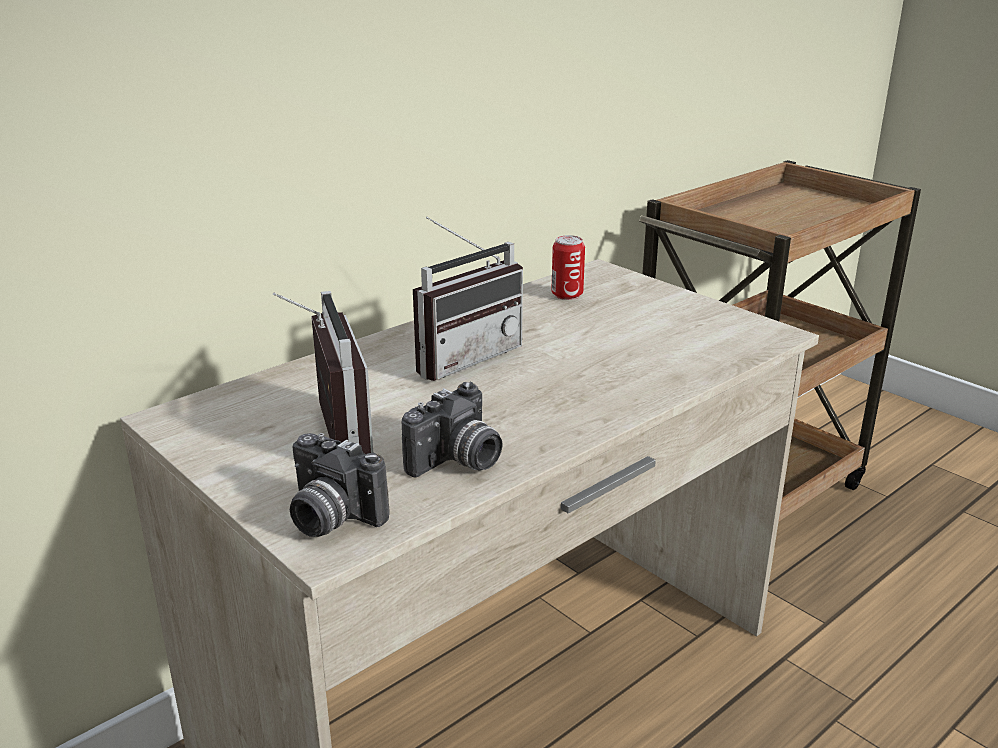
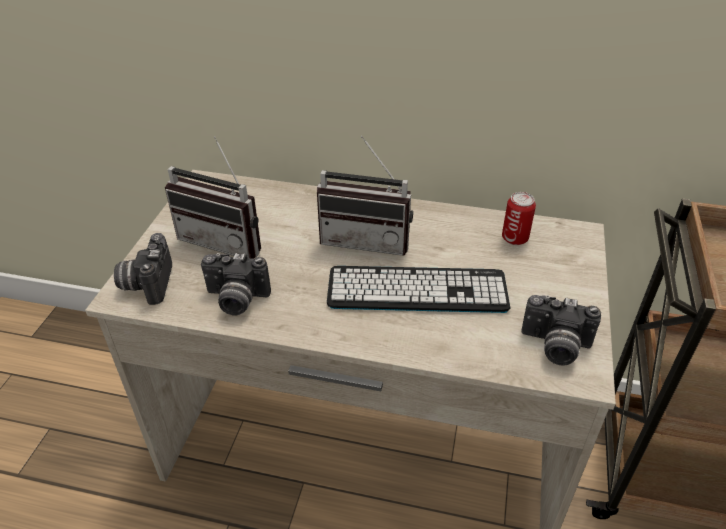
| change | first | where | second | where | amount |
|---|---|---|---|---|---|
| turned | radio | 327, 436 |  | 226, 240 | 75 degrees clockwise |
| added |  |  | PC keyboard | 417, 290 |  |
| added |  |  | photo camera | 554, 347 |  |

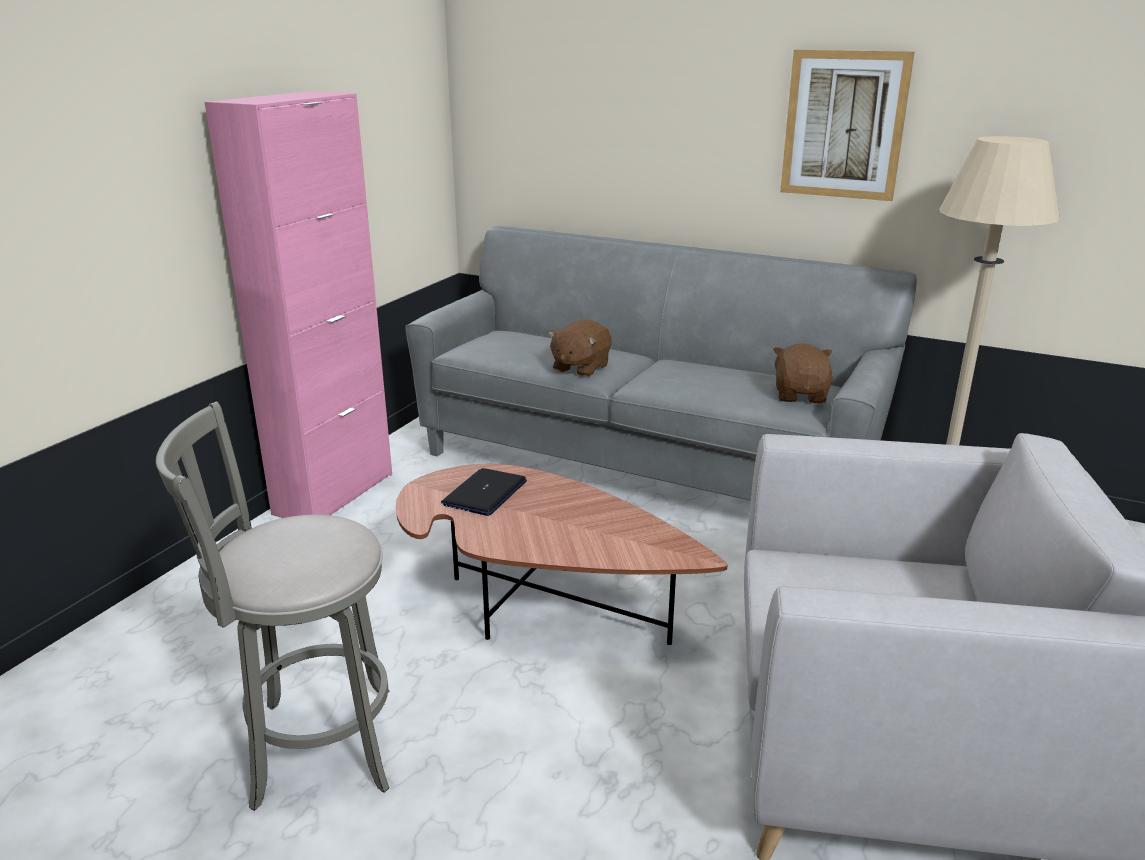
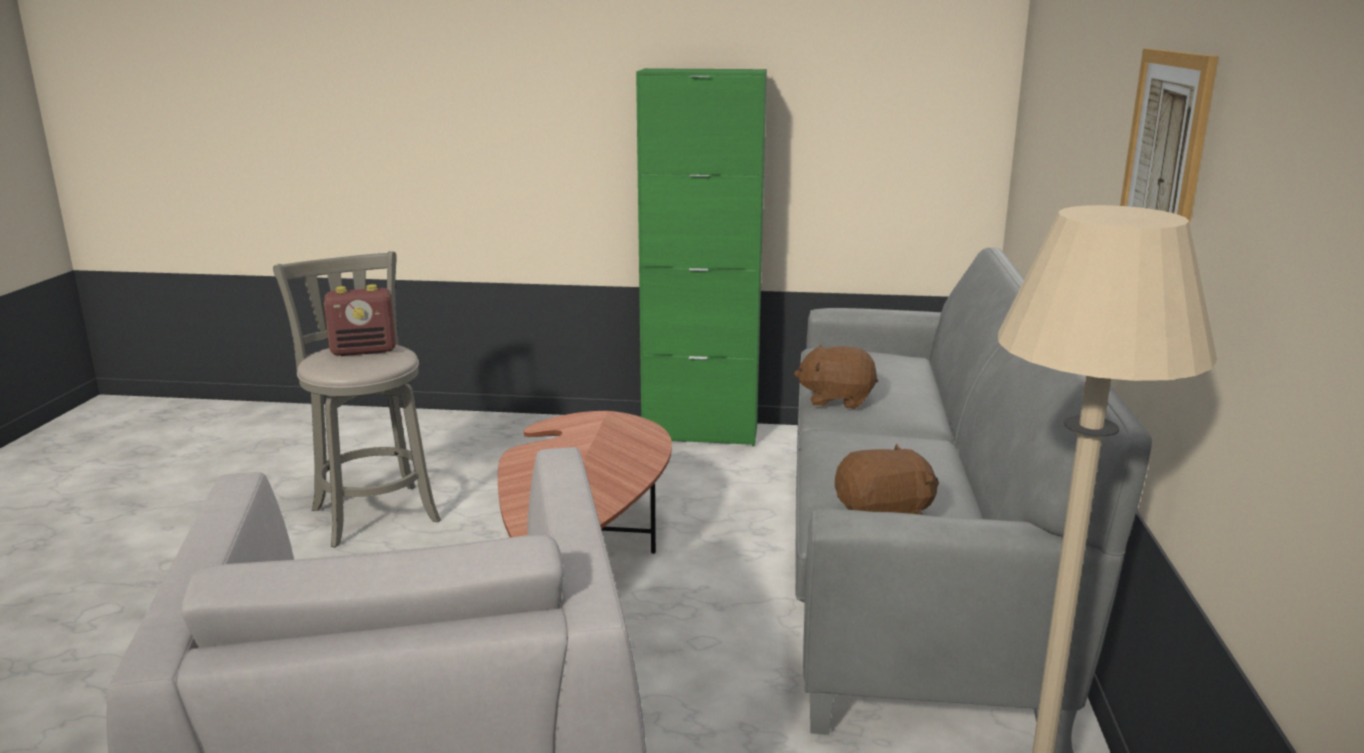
| change | first | where | second | where | amount |
|---|---|---|---|---|---|
| recoloured | pink-coloured cabinet | 334, 494 | greenish cabinet | 700, 433 |  |
| removed | notebook computer | 485, 493 |  |  |  |
| added |  |  | radio | 364, 351 |  |

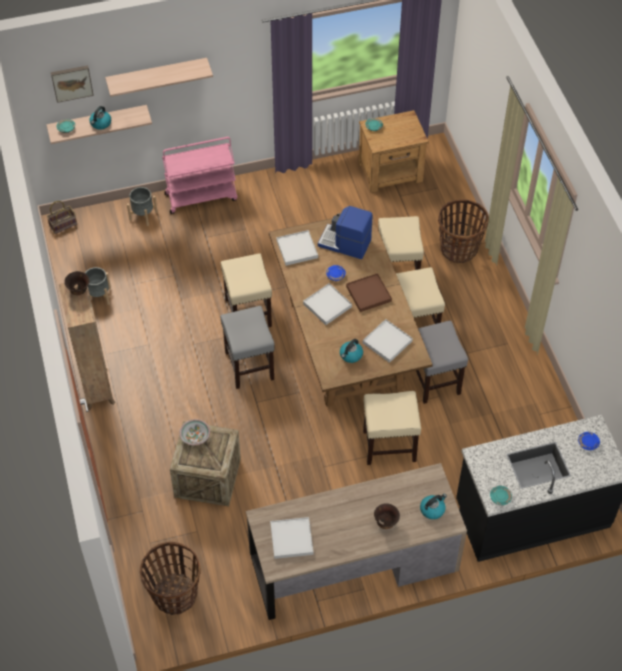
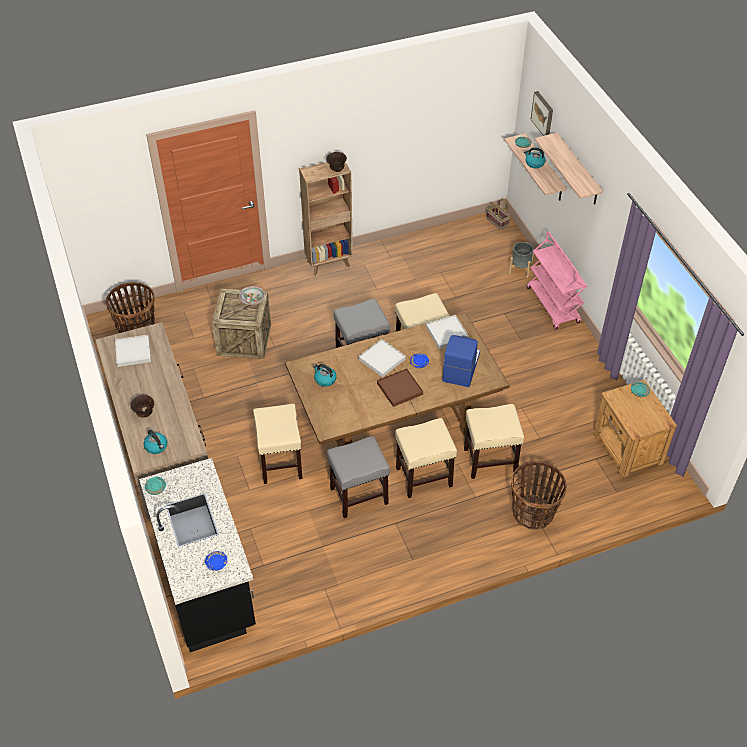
| change | first | where | second | where | amount |
|---|---|---|---|---|---|
| removed | grey flower pot | 98, 296 |  |  |  |
| removed | white-coloured carrying tray | 387, 342 |  |  |  |

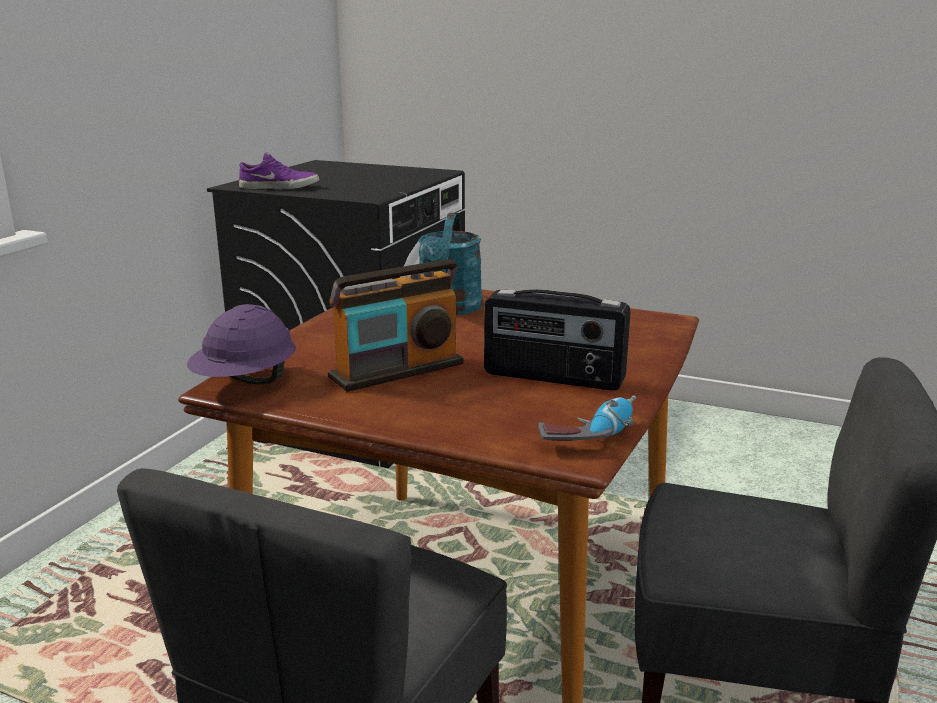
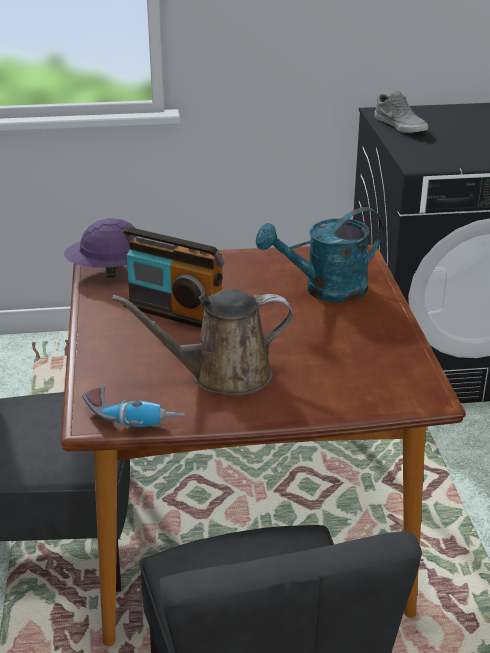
| change | first | where | second | where | amount |
|---|---|---|---|---|---|
| recoloured | purple-coloured shoe | 280, 187 | grey shoe | 401, 125 |  |
| replaced | radio | 553, 378 | brownish watering pot | 222, 375 |  |

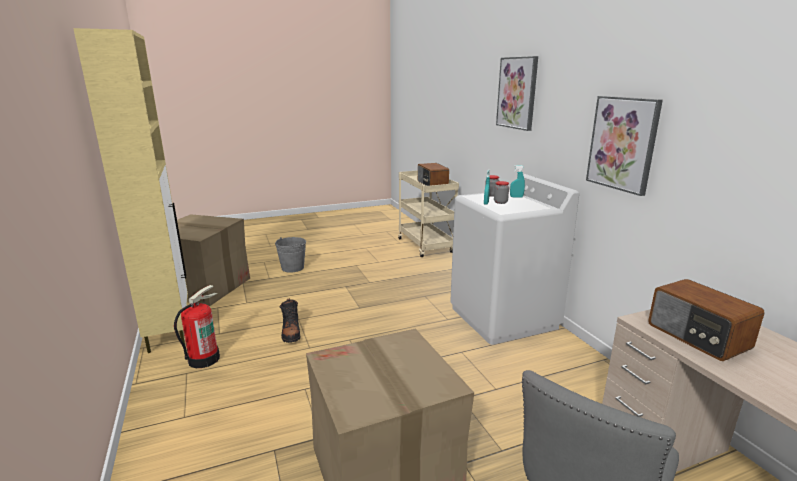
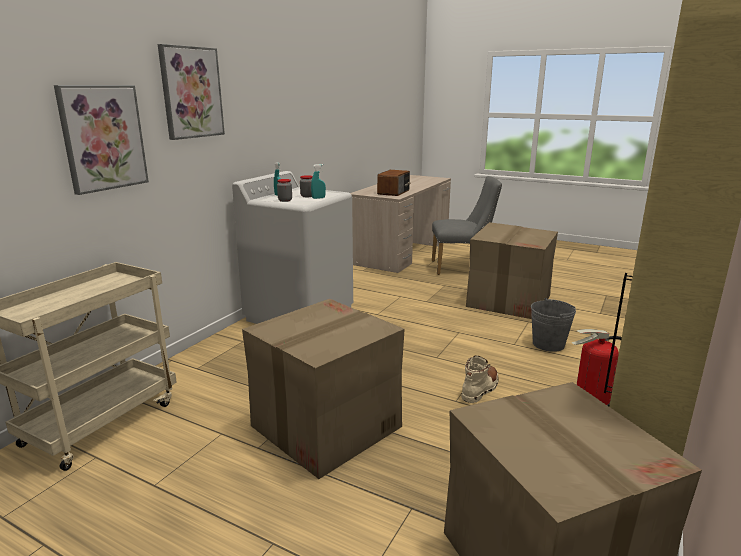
| change | first | where | second | where | amount |
|---|---|---|---|---|---|
| moved | wall picture | 622, 143 |  | 103, 138 |  |
| removed | radio | 432, 184 |  |  |  |
| moved | grey water bucket | 292, 268 |  | 548, 344 |  |
| recoloured | blackish high-top boot | 291, 333 | beige high-top boot | 480, 389 |  |
| added |  |  | carton | 325, 426 |  |

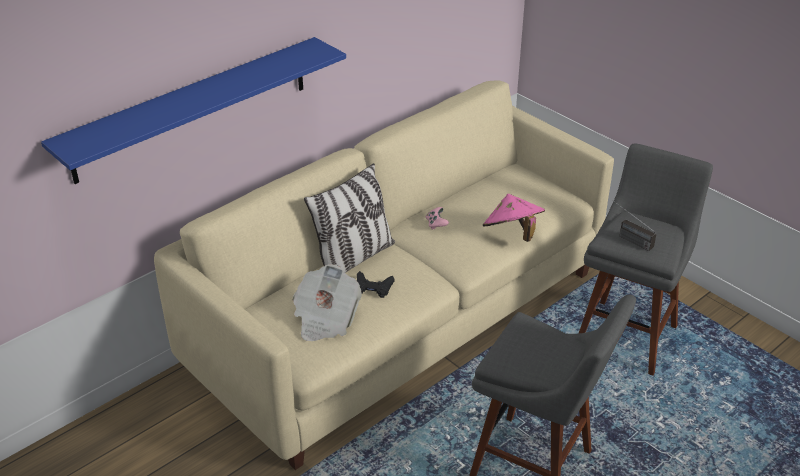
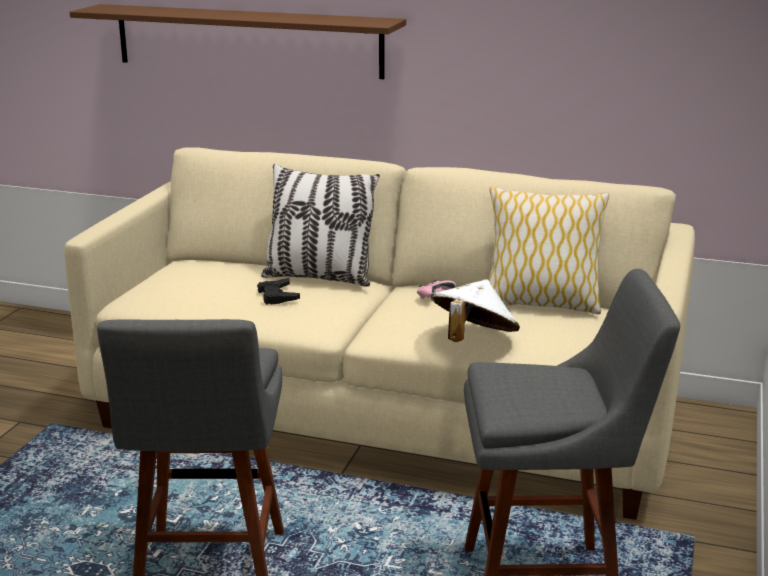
| change | first | where | second | where | amount |
|---|---|---|---|---|---|
| recoloured | bluish shelf | 192, 109 | brownish shelf | 247, 40 |  |
| recoloured | pink-coloured clothing hat | 512, 234 | white-coloured clothing hat | 473, 340 |  |
| removed | radio | 627, 238 |  |  |  |
| removed | daily paper | 325, 318 |  |  |  |
| added |  |  | throw pillow | 541, 304 |  |

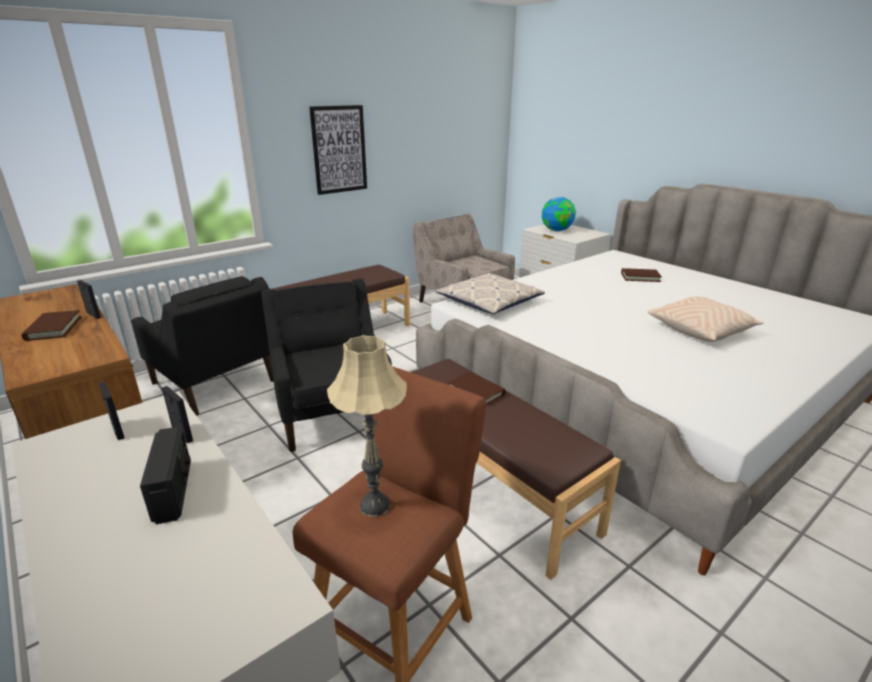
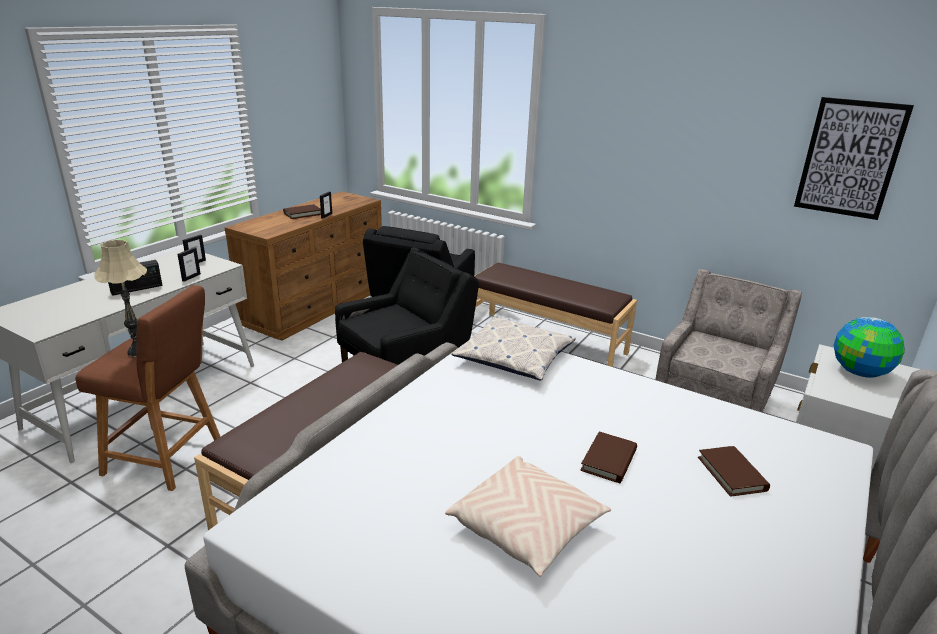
| change | first | where | second | where | amount |
|---|---|---|---|---|---|
| moved | wall picture | 339, 150 |  | 850, 158 |  |
| moved | brownish bound book | 476, 391 |  | 609, 460 |  |

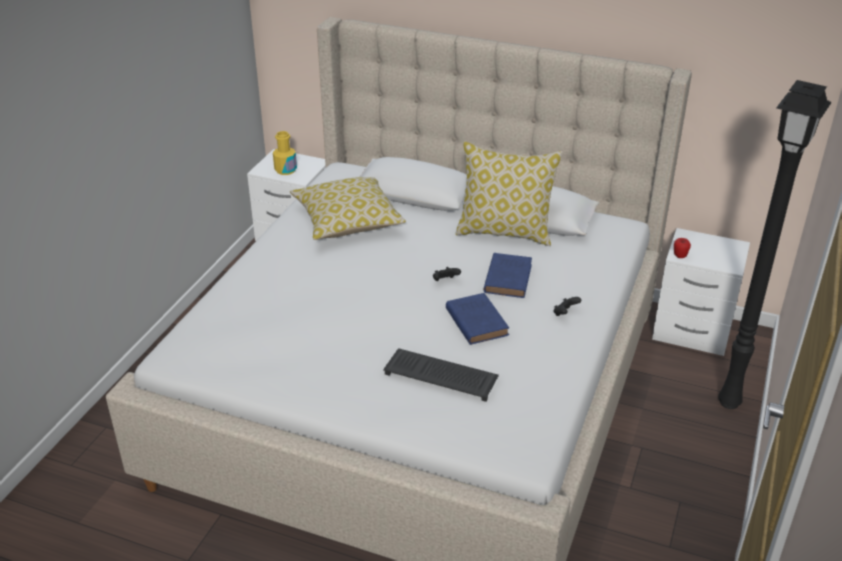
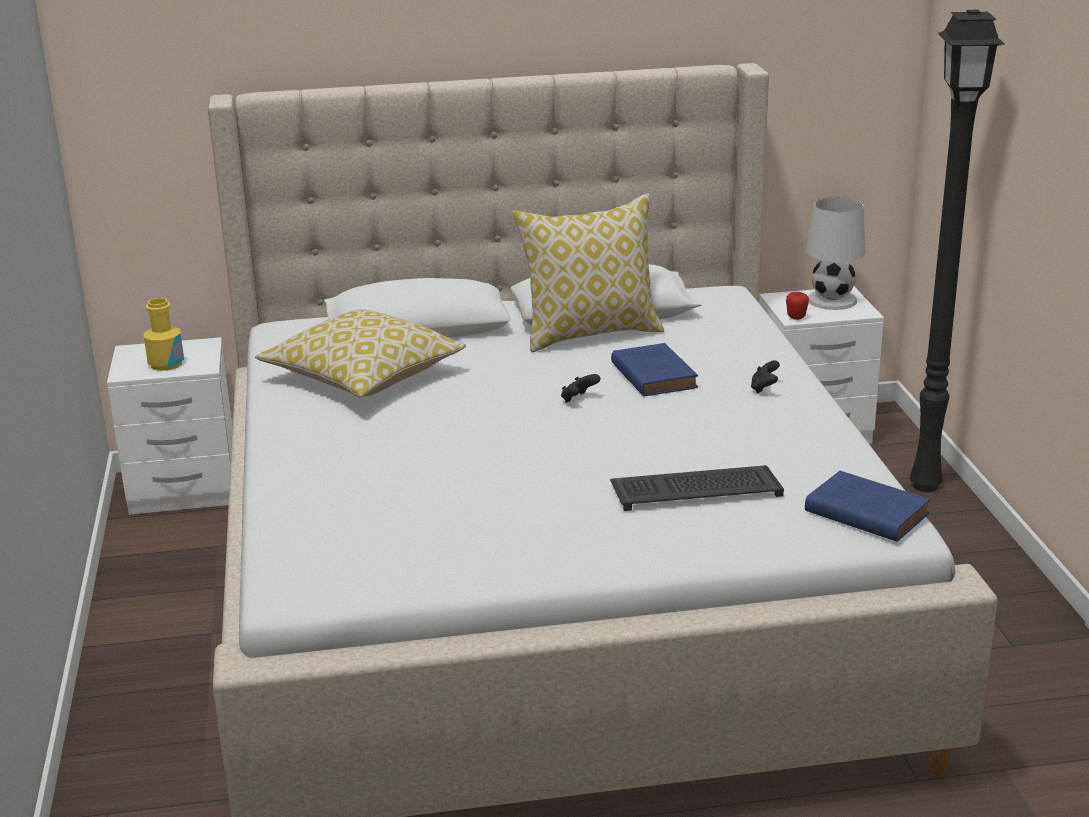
| change | first | where | second | where | amount |
|---|---|---|---|---|---|
| moved | bluish bound book | 476, 321 |  | 863, 512 |  |
| added |  |  | white-coloured lamp for a table | 832, 300 |  |

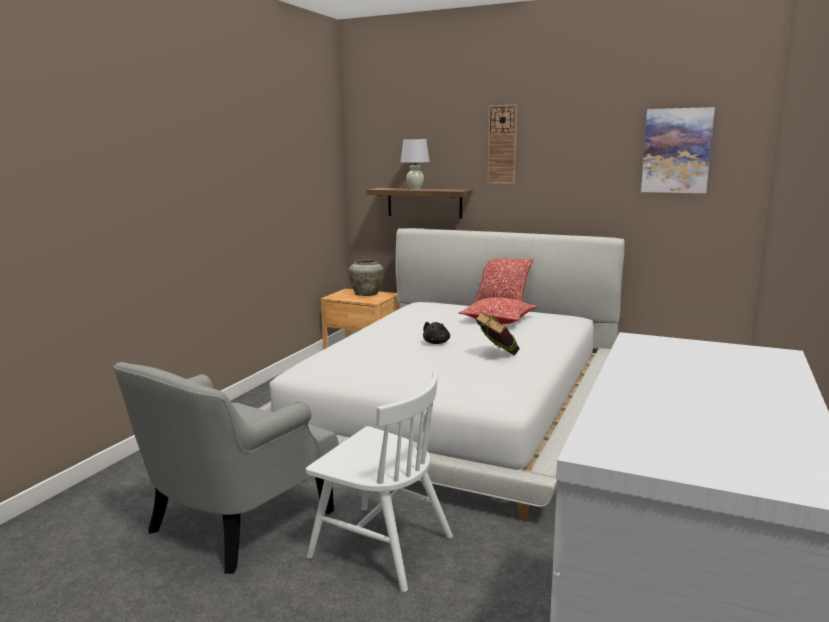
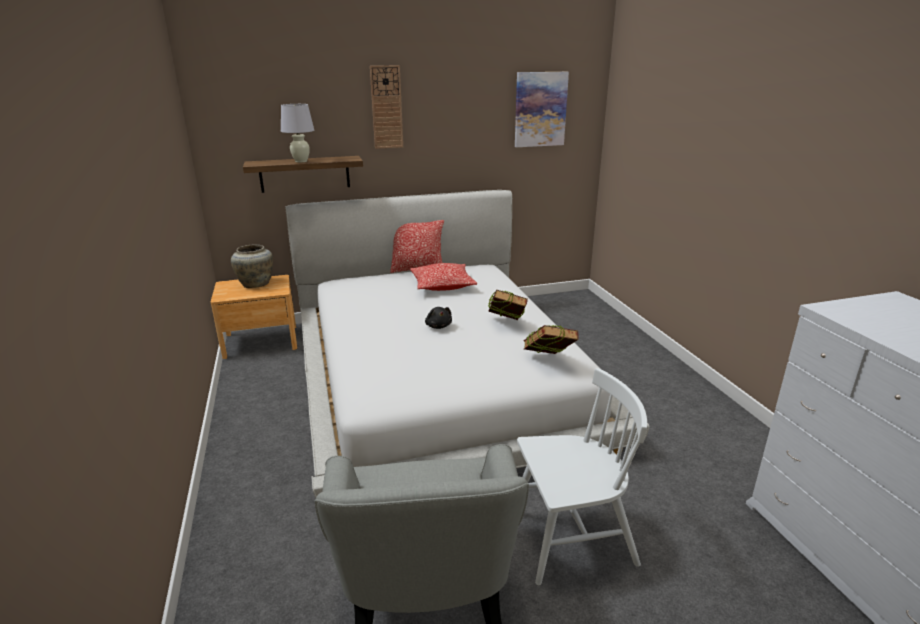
| change | first | where | second | where | amount |
|---|---|---|---|---|---|
| added |  |  | bound book | 548, 361 |  |

